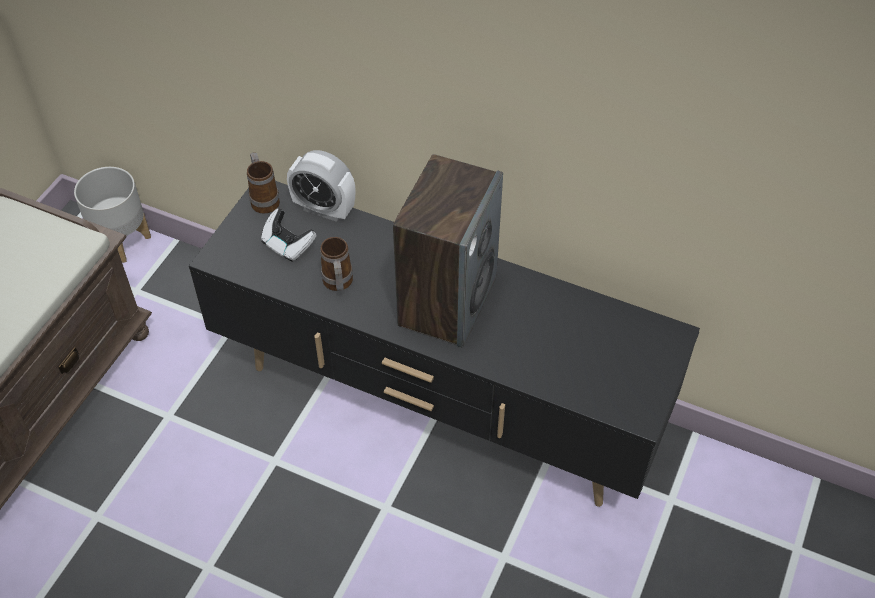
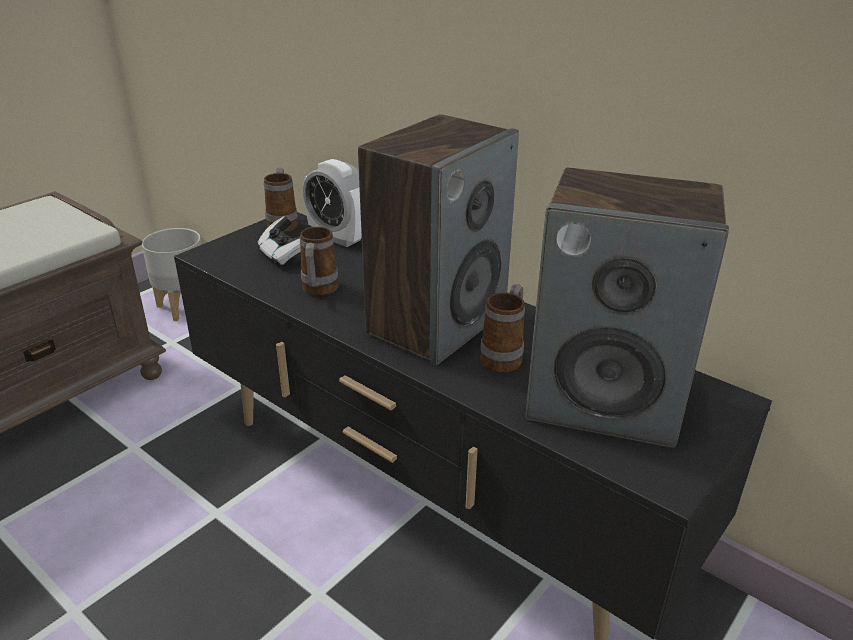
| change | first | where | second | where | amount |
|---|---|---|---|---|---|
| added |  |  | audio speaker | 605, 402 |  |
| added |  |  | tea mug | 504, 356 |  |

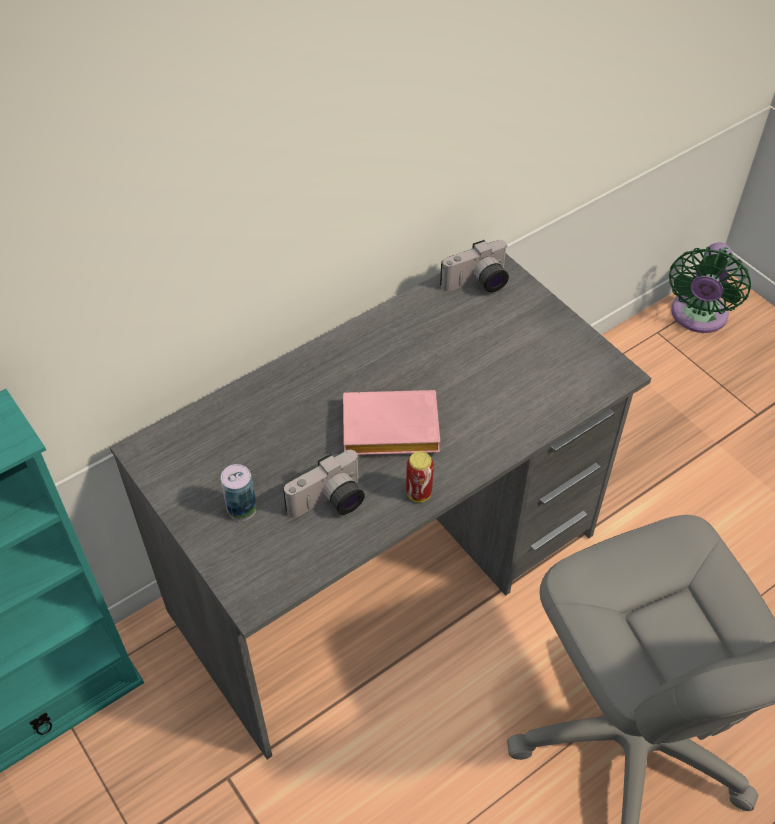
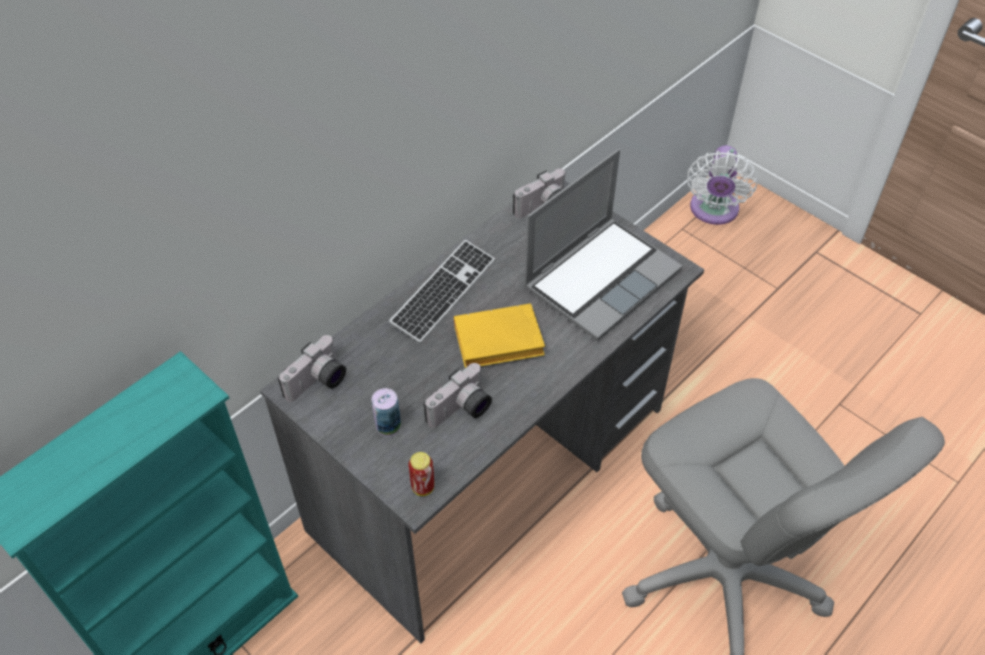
| change | first | where | second | where | amount |
|---|---|---|---|---|---|
| recoloured | greenish cooling fan | 697, 317 | white-coloured cooling fan | 713, 211 |  |
| recoloured | pink-coloured bound book | 387, 431 | yellowish bound book | 496, 344 |  |
| moved | metal can | 419, 493 |  | 423, 487 |  |
| added |  |  | notebook computer | 601, 278 |  |
| added |  |  | PC keyboard | 443, 292 |  |
| added |  |  | photo camera | 318, 383 |  |

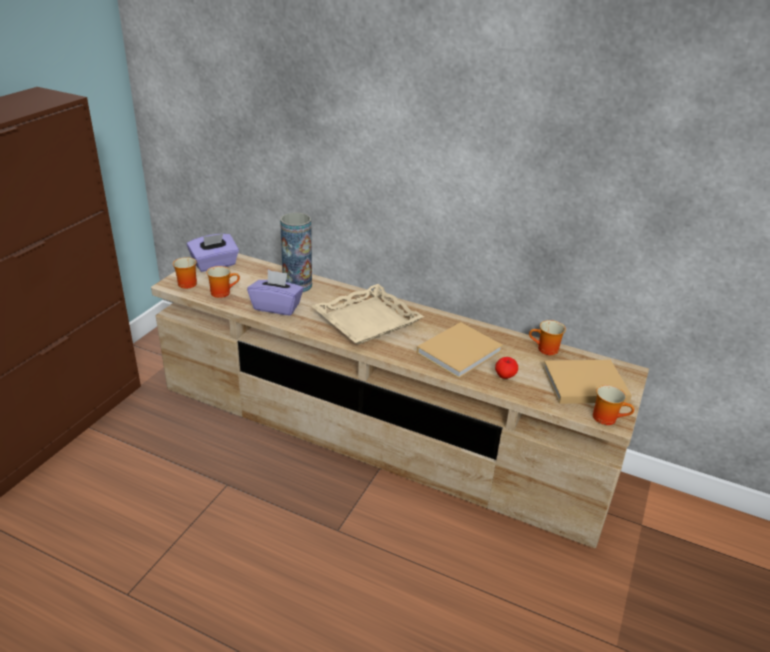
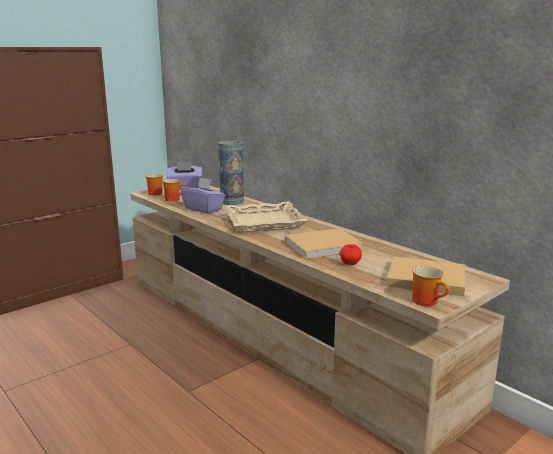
| change | first | where | second | where | amount |
|---|---|---|---|---|---|
| removed | tea mug | 545, 350 |  |  |  |

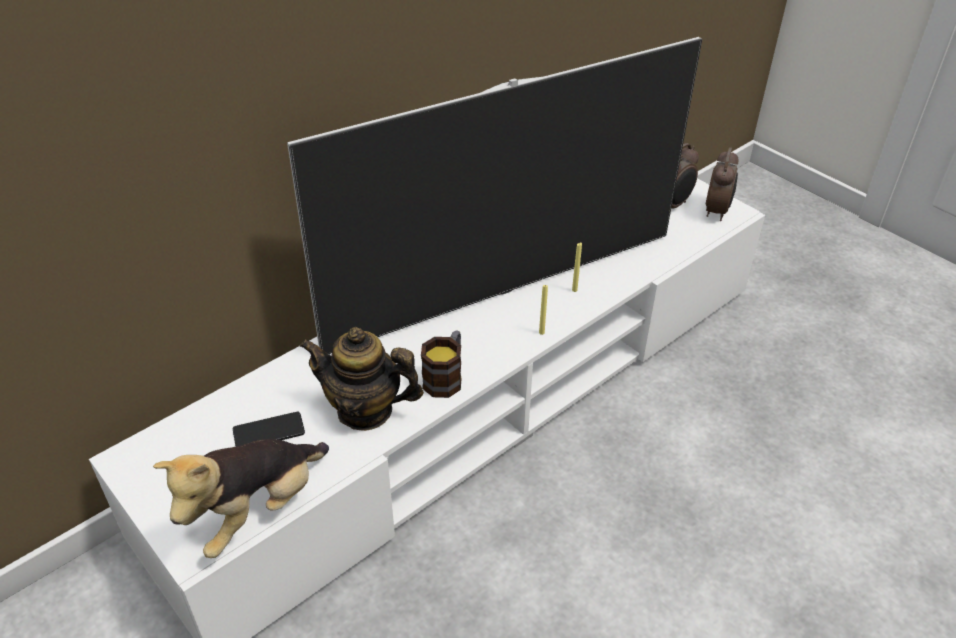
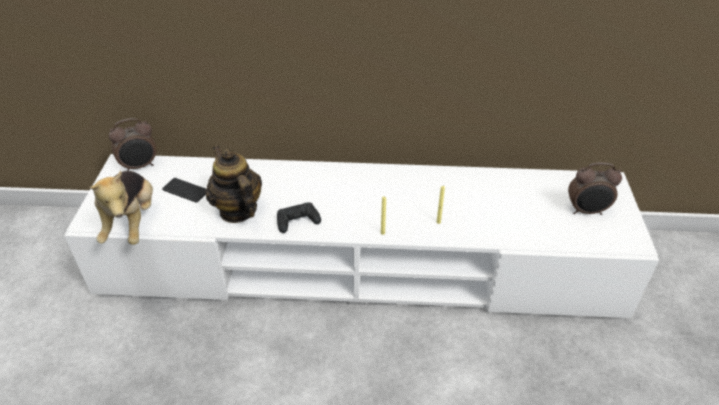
| change | first | where | second | where | amount |
|---|---|---|---|---|---|
| removed | television | 504, 290 |  |  |  |
| moved | table clock | 717, 211 |  | 140, 166 |  |
| replaced | tea mug | 446, 377 | blackish game controller | 297, 221 |  |
| turned | plush toy | 257, 511 |  | 132, 223 | 90 degrees counterclockwise |

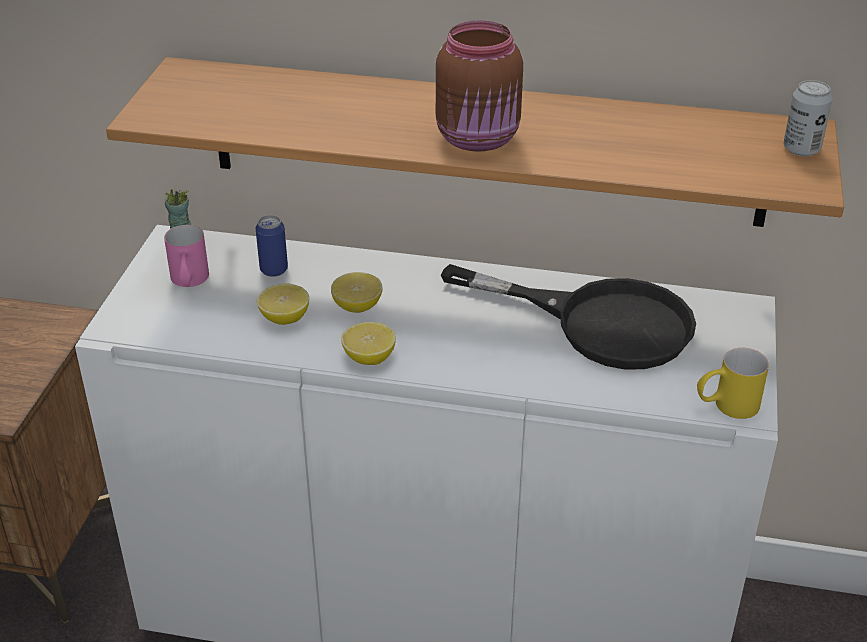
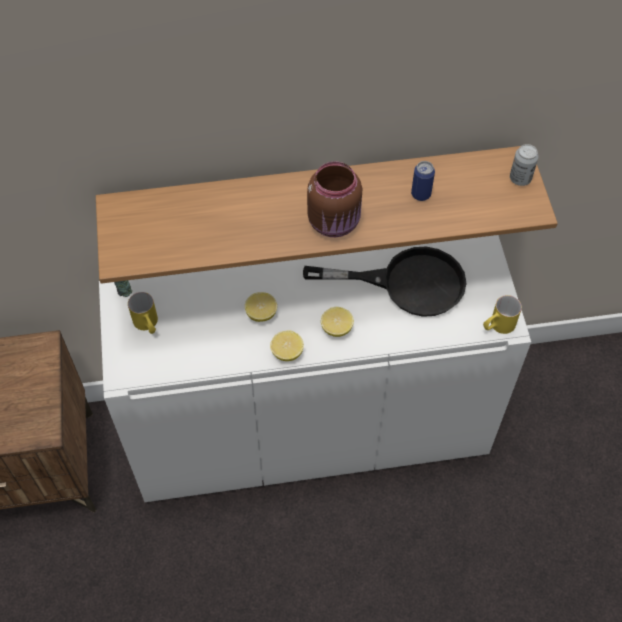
| change | first | where | second | where | amount |
|---|---|---|---|---|---|
| moved | metal can | 274, 270 |  | 421, 194 |  |
| recoloured | pink-coloured tea mug | 189, 282 | yellowish tea mug | 147, 325 |  |
| moved | citrus fruit | 285, 318 |  | 336, 328 |  |

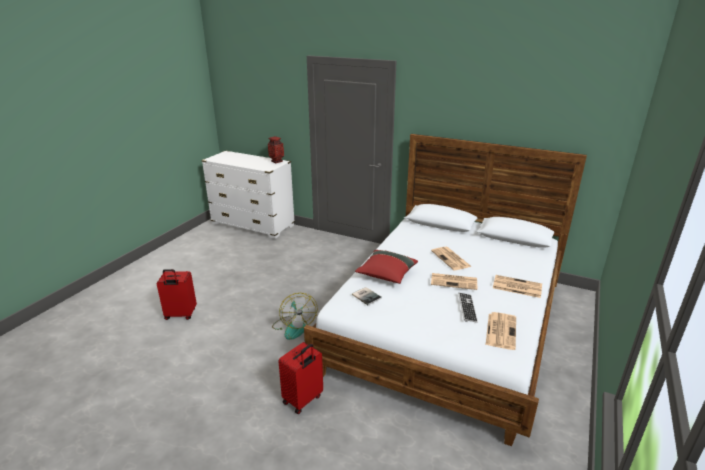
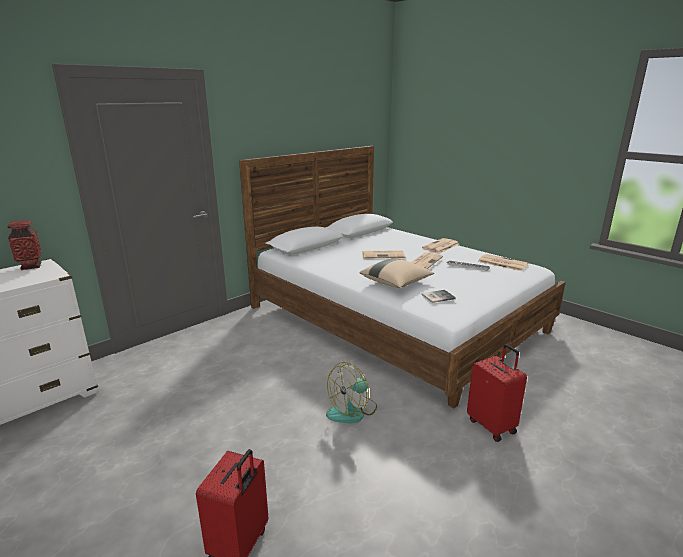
| change | first | where | second | where | amount |
|---|---|---|---|---|---|
| recoloured | reddish throw pillow | 386, 275 | beige throw pillow | 396, 283 |  |
| turned | cooling fan | 294, 327 |  | 352, 411 | 135 degrees clockwise |

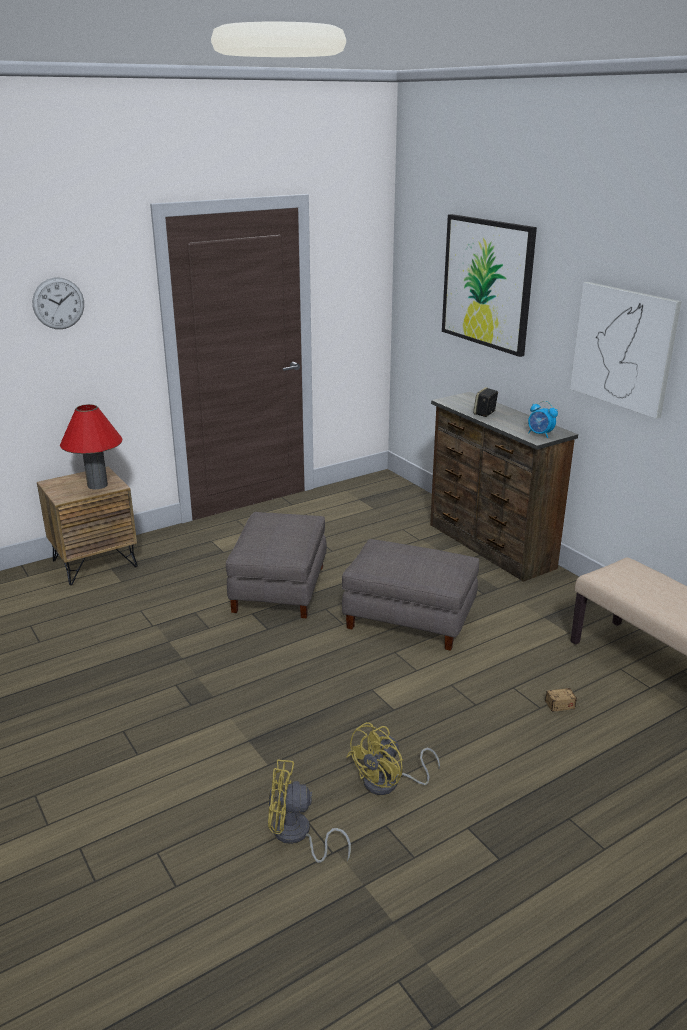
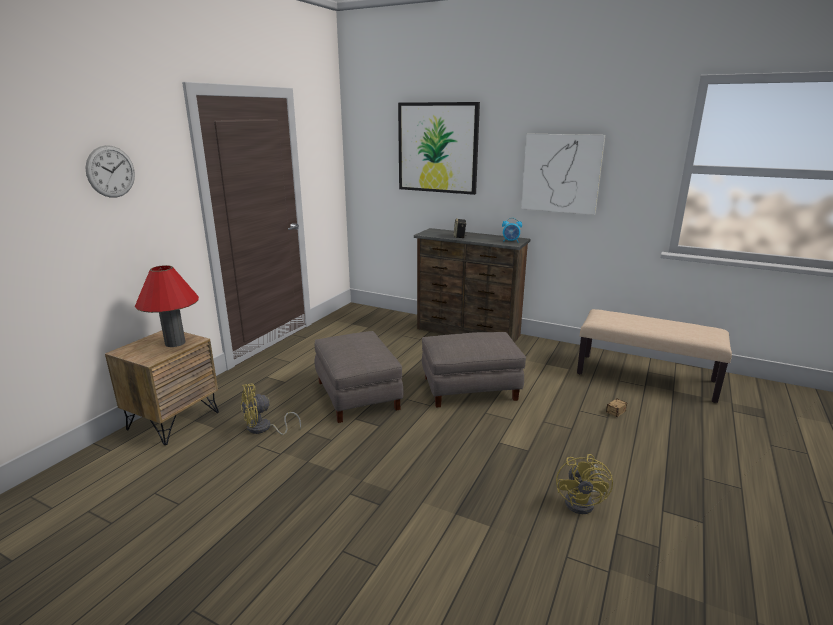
| change | first | where | second | where | amount |
|---|---|---|---|---|---|
| moved | yellowish cooling fan | 296, 836 |  | 263, 429 |  |

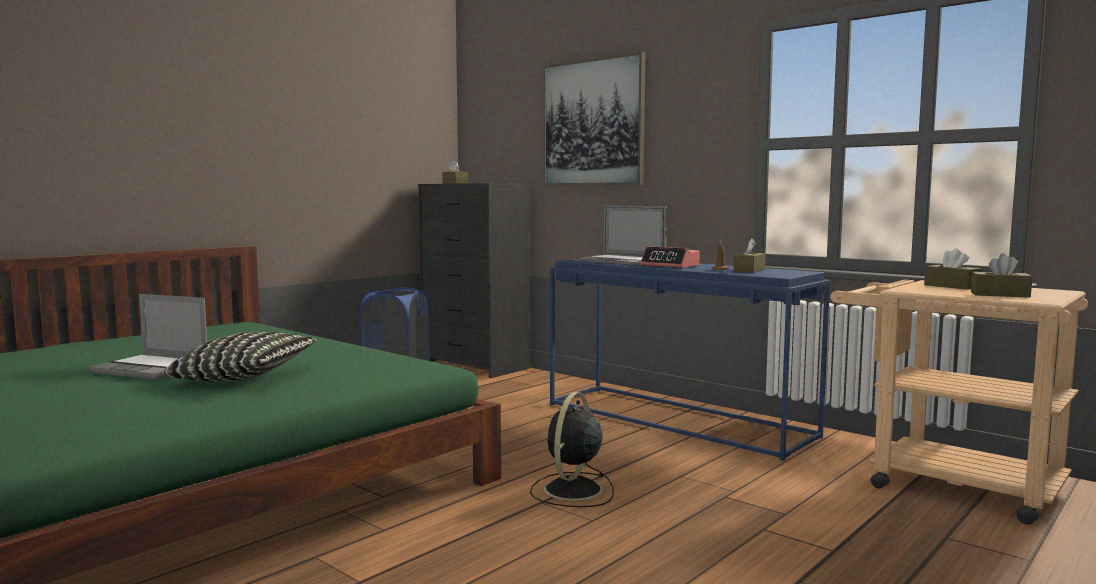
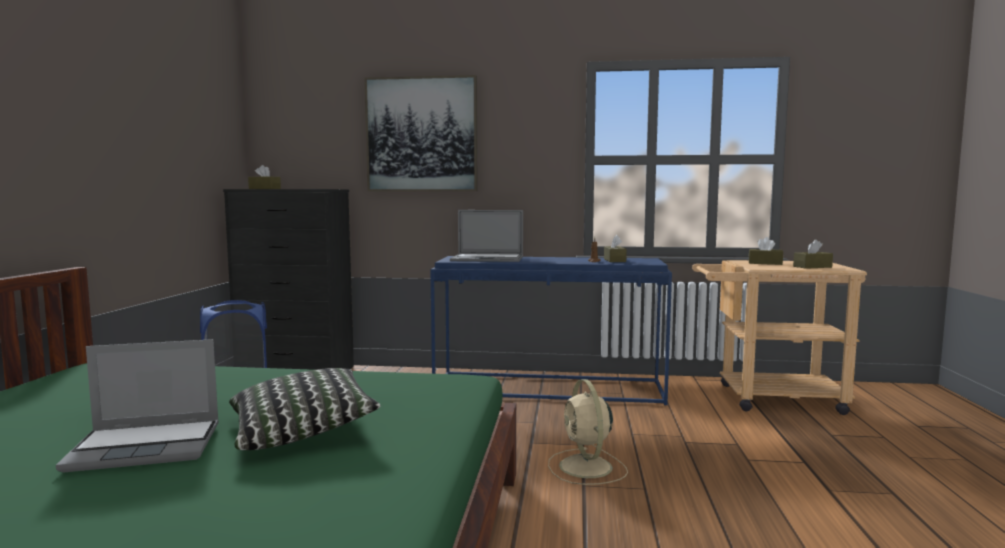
| change | first | where | second | where | amount |
|---|---|---|---|---|---|
| removed | table clock | 670, 266 |  |  |  |
| recoloured | blackish cooling fan | 572, 490 | beige cooling fan | 586, 468 |  |

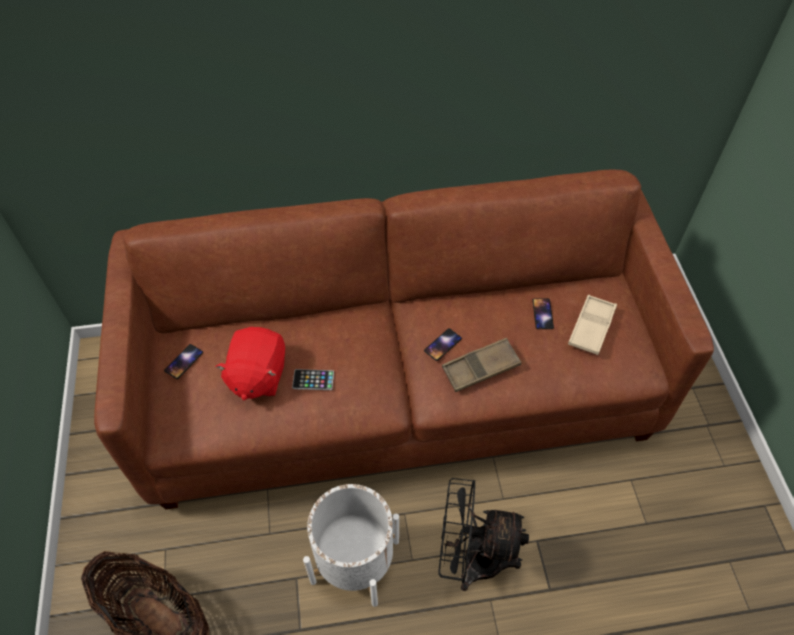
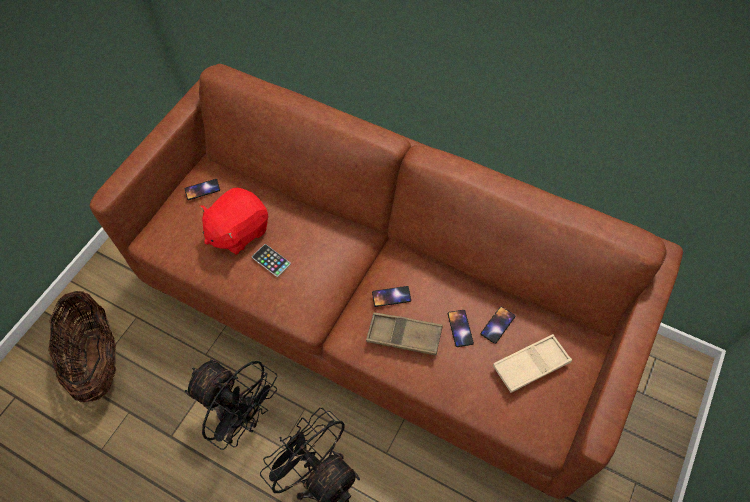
| change | first | where | second | where | amount |
|---|---|---|---|---|---|
| replaced | white-coloured flower pot | 355, 561 | blackish cooling fan | 243, 417 |  |
| added |  |  | phone | 460, 328 |  |

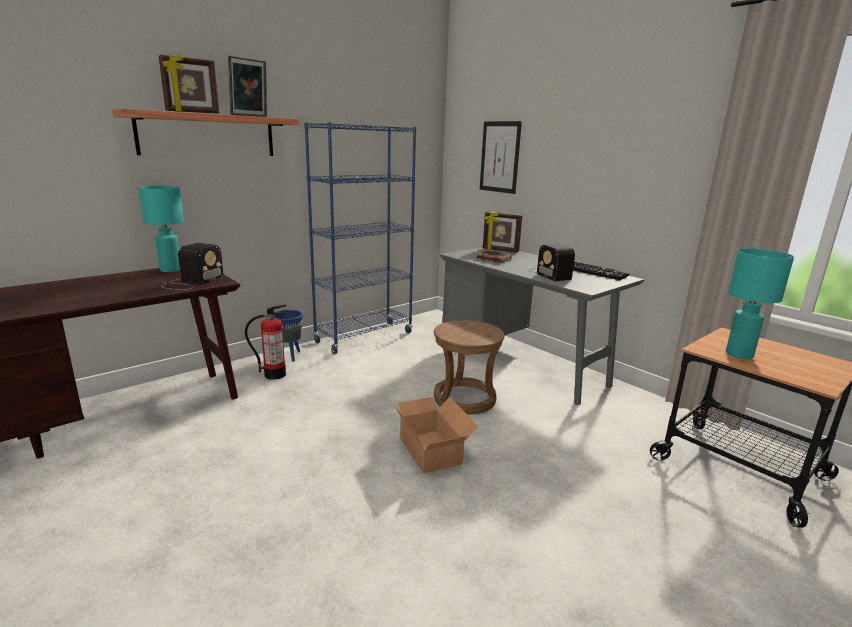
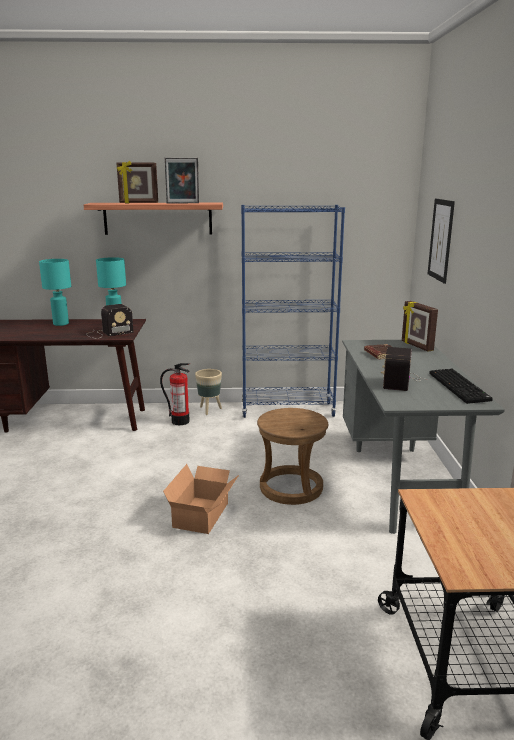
| change | first | where | second | where | amount |
|---|---|---|---|---|---|
| moved | blue-green lamp for a table | 739, 355 |  | 60, 324 |  |
| recoloured | bluish flower pot | 290, 356 | beige flower pot | 209, 410 |  |

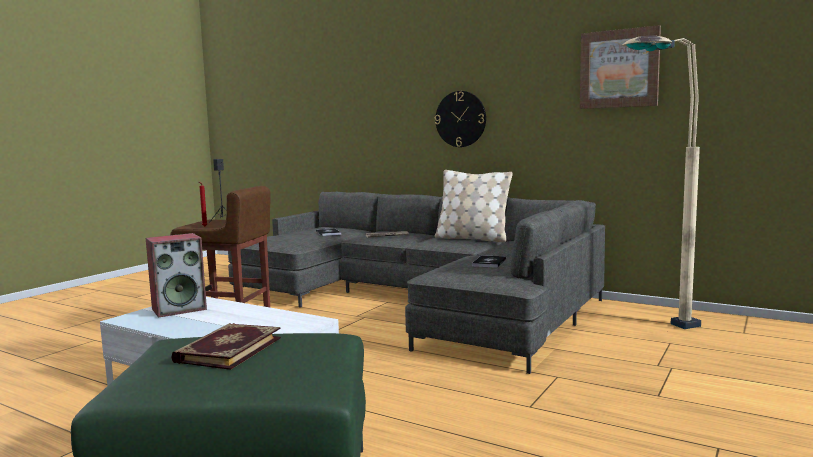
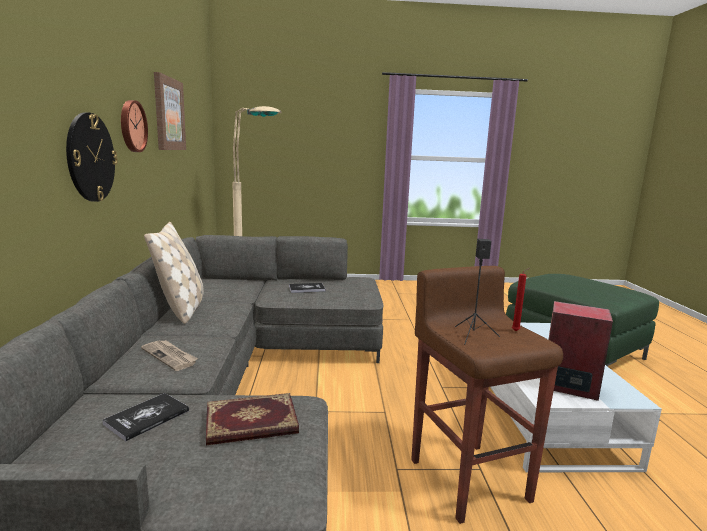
| change | first | where | second | where | amount |
|---|---|---|---|---|---|
| moved | bound book | 228, 349 |  | 251, 423 |  |
| added |  |  | clock on the wall | 131, 126 |  |

